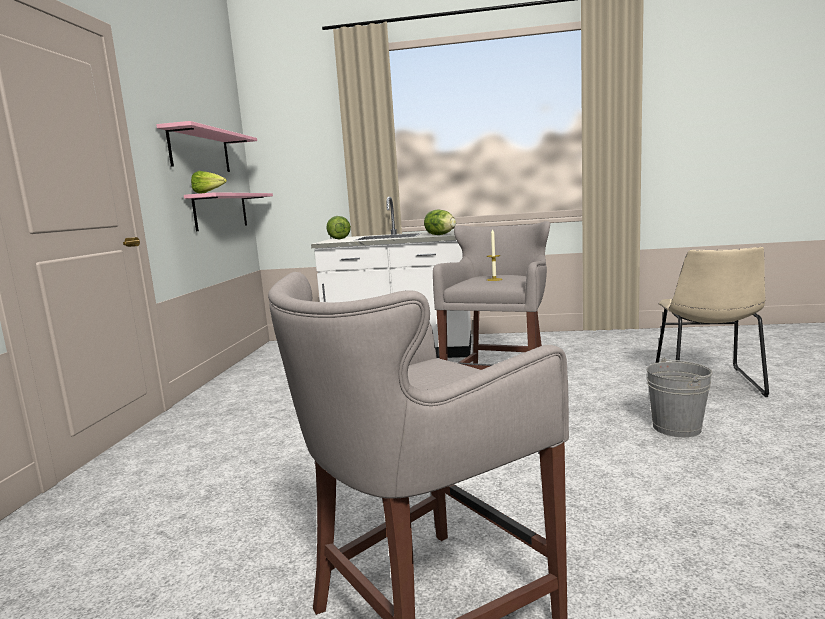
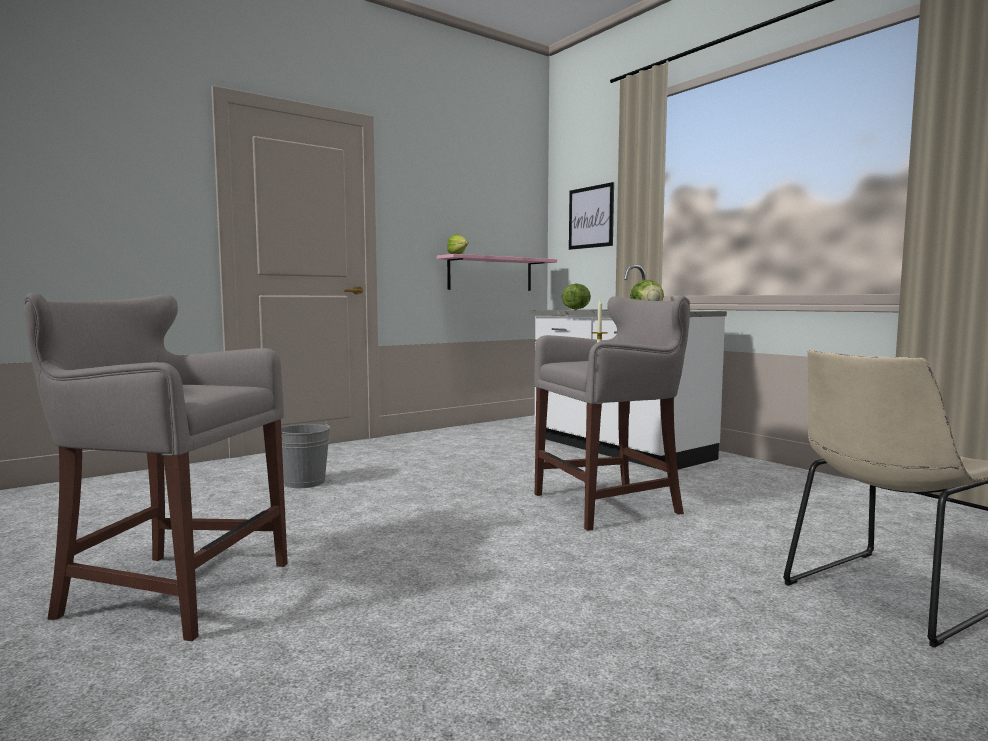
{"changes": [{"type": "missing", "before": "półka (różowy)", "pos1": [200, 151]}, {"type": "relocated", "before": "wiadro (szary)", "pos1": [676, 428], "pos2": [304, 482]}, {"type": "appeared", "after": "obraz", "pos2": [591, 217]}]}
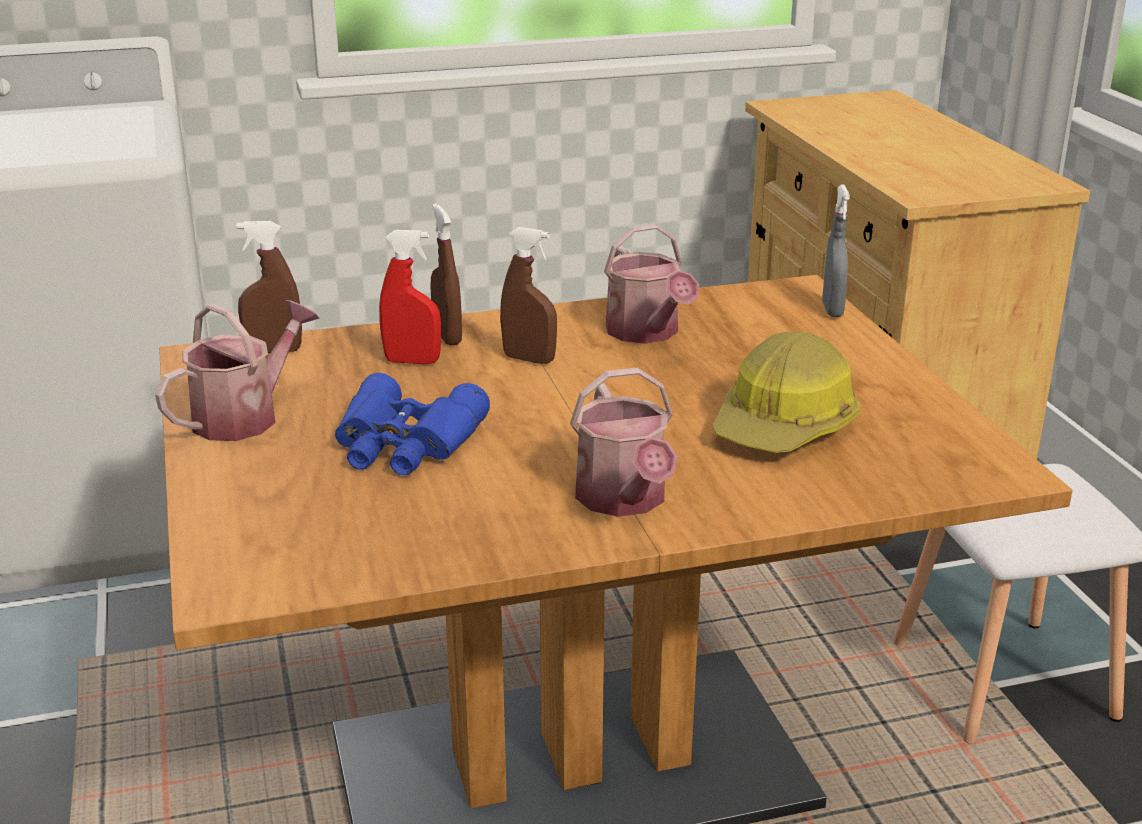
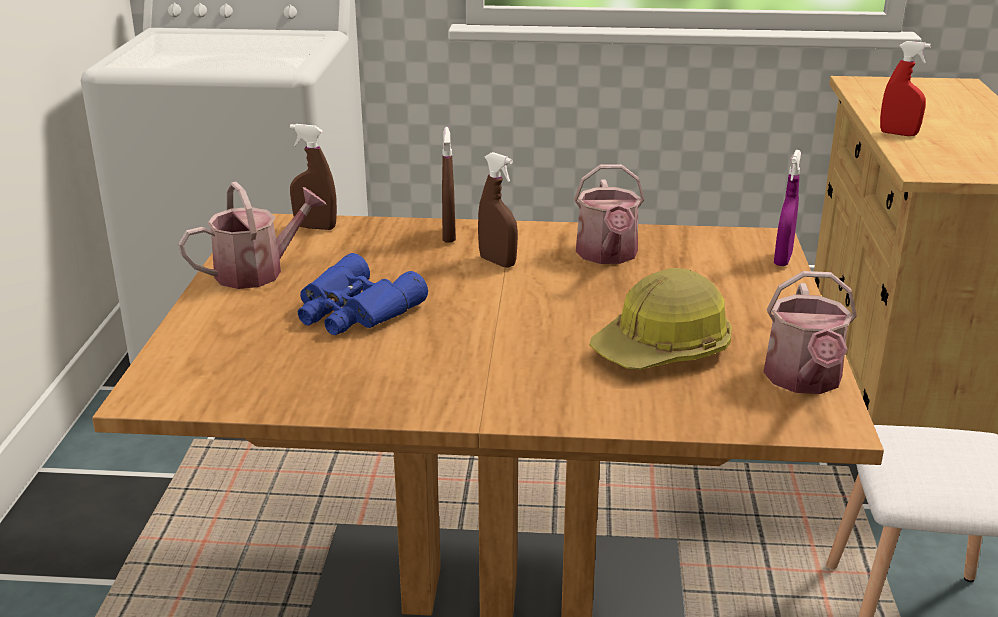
{"changes": [{"type": "colour", "before": "spryskiwacz (szary)", "after": "spryskiwacz (fioletowy)", "pos1": [832, 310], "pos2": [782, 259]}, {"type": "relocated", "before": "spryskiwacz (czerwony)", "pos1": [412, 361], "pos2": [898, 134]}, {"type": "relocated", "before": "konewka", "pos1": [624, 500], "pos2": [804, 381]}]}
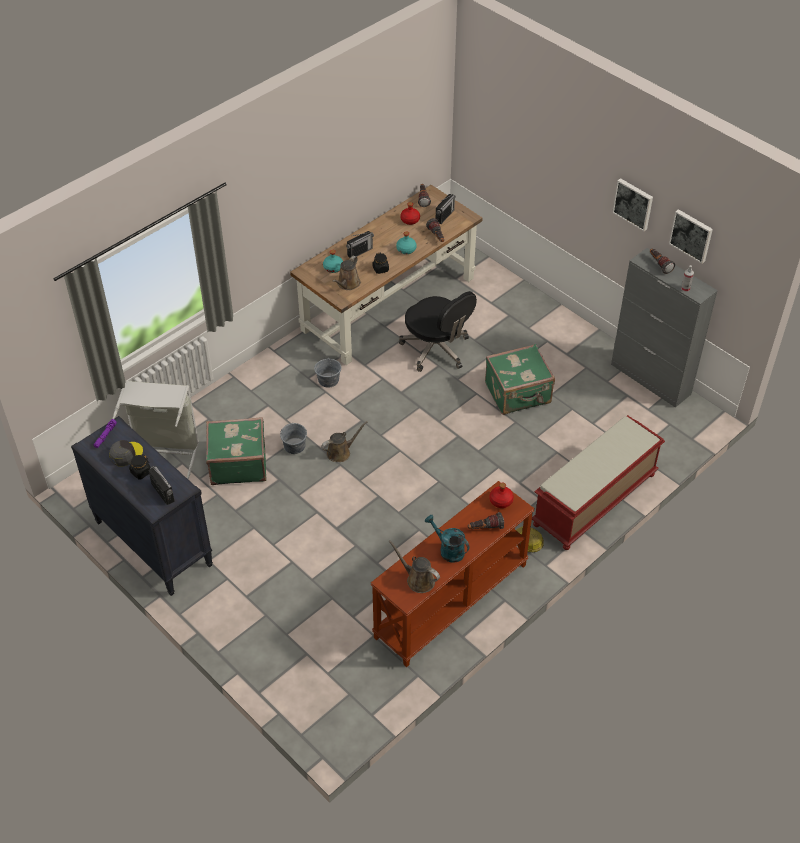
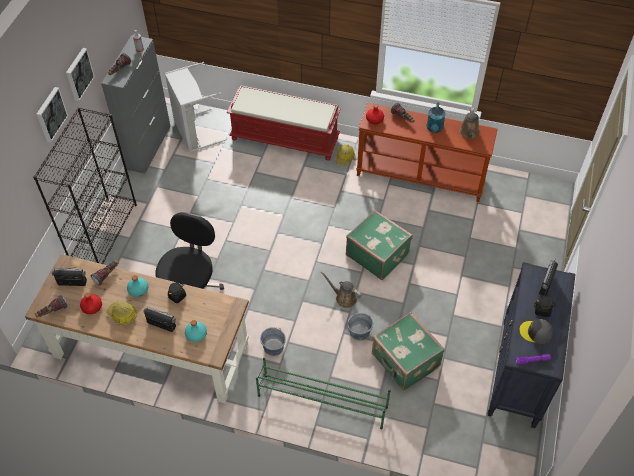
{"changes": [{"type": "relocated", "before": "obraz", "pos1": [691, 235], "pos2": [50, 114]}, {"type": "missing", "before": "konewka (brązowy)", "pos1": [347, 284]}, {"type": "relocated", "before": "walizka (zielony)", "pos1": [518, 394], "pos2": [377, 254]}, {"type": "relocated", "before": "kosz na pranie (szary)", "pos1": [164, 453], "pos2": [194, 132]}, {"type": "appeared", "after": "regał (czarny)", "pos2": [104, 233]}, {"type": "appeared", "after": "kask", "pos2": [122, 315]}, {"type": "appeared", "after": "regał na buty (zielony)", "pos2": [322, 401]}]}
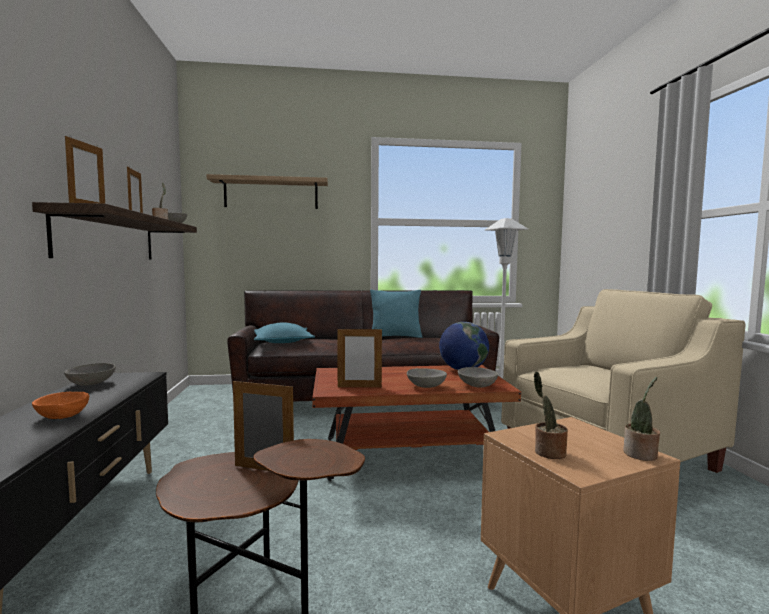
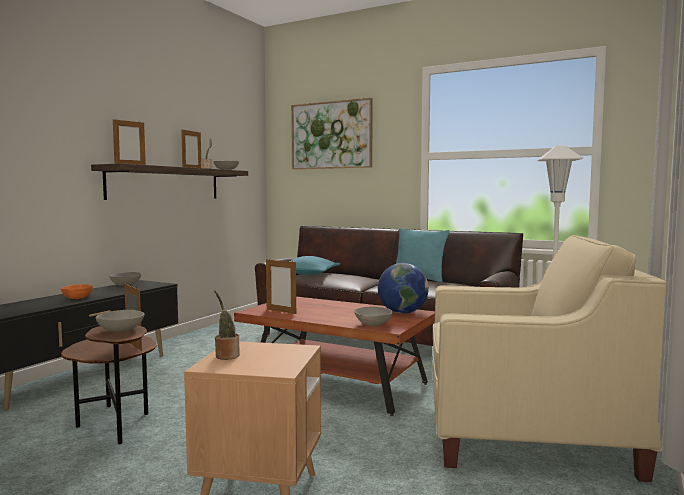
{"changes": [{"type": "exchanged", "before": "półka", "after": "obraz", "pos1": [271, 194], "pos2": [331, 135]}, {"type": "relocated", "before": "miska (szary)", "pos1": [426, 387], "pos2": [120, 331]}, {"type": "missing", "before": "roślina doniczkowa", "pos1": [641, 455]}]}
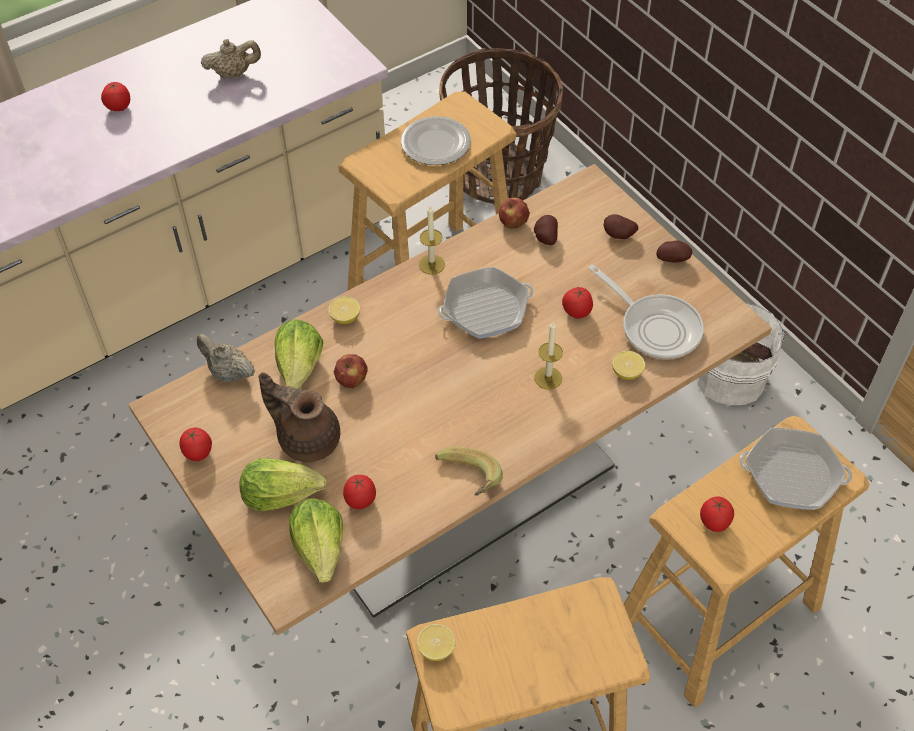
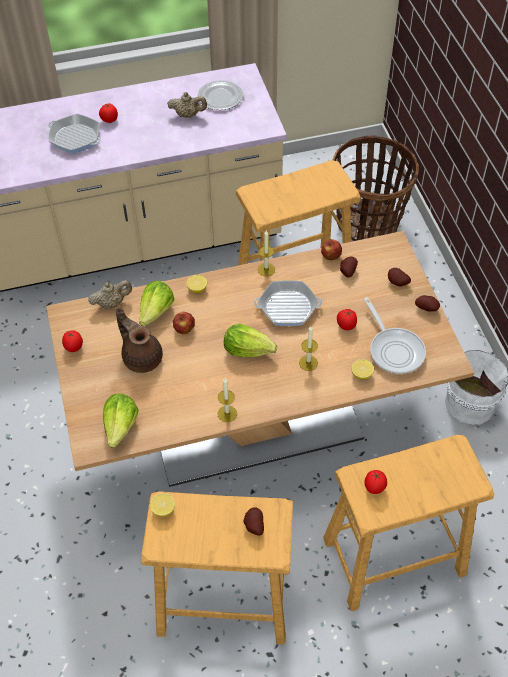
{"changes": [{"type": "relocated", "before": "talerz", "pos1": [435, 143], "pos2": [220, 97]}, {"type": "spun", "before": "imbryk (beżowy)", "pos1": [228, 373], "pos2": [112, 303], "turn": 105}, {"type": "relocated", "before": "patelnia", "pos1": [792, 474], "pos2": [75, 138]}, {"type": "exchanged", "before": "banan", "after": "świeca", "pos1": [466, 482], "pos2": [227, 413]}, {"type": "relocated", "before": "sałata", "pos1": [281, 494], "pos2": [248, 349]}, {"type": "missing", "before": "pomidor", "pos1": [360, 501]}, {"type": "appeared", "after": "ziemniak", "pos2": [253, 526]}]}
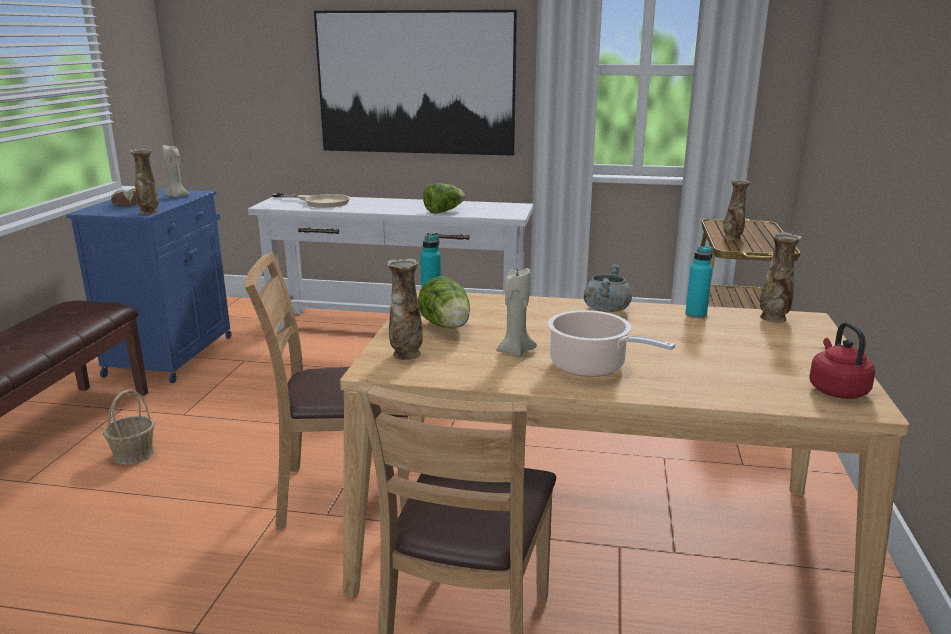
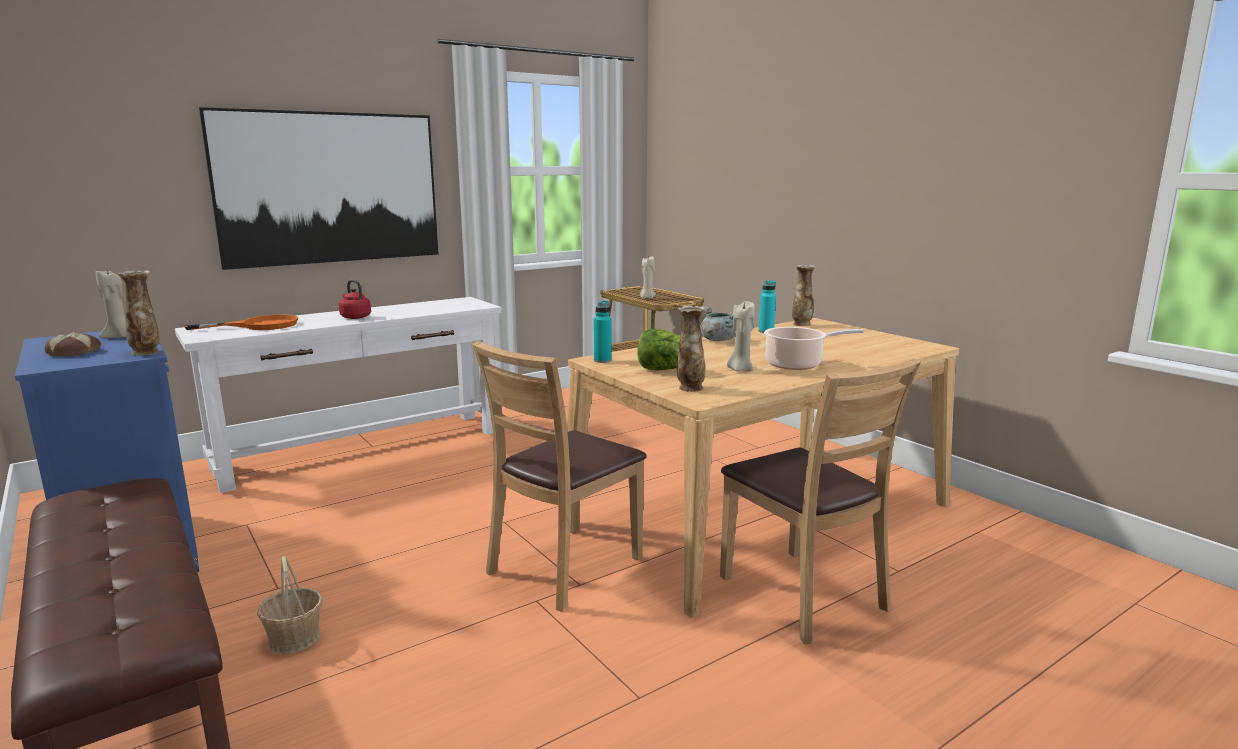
{"changes": [{"type": "exchanged", "before": "wazon", "after": "świeca (beżowy)", "pos1": [732, 238], "pos2": [647, 298]}, {"type": "missing", "before": "sałata", "pos1": [443, 211]}, {"type": "colour", "before": "patelnia (beżowy)", "after": "patelnia (pomarańczowy)", "pos1": [320, 202], "pos2": [259, 326]}, {"type": "relocated", "before": "czajnik (czerwony)", "pos1": [836, 389], "pos2": [355, 317]}]}
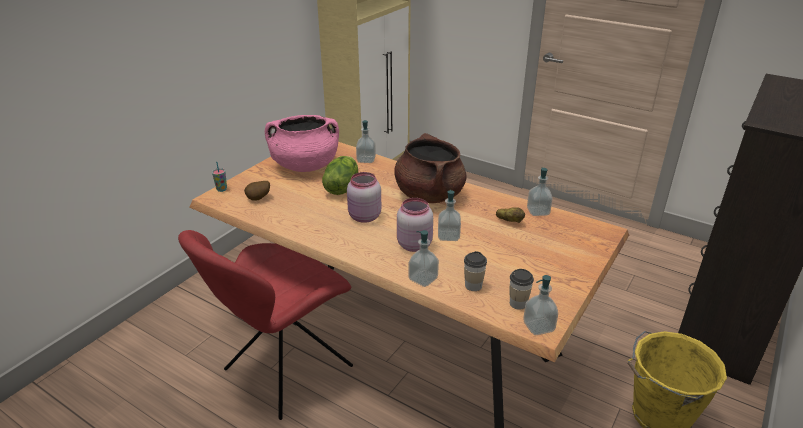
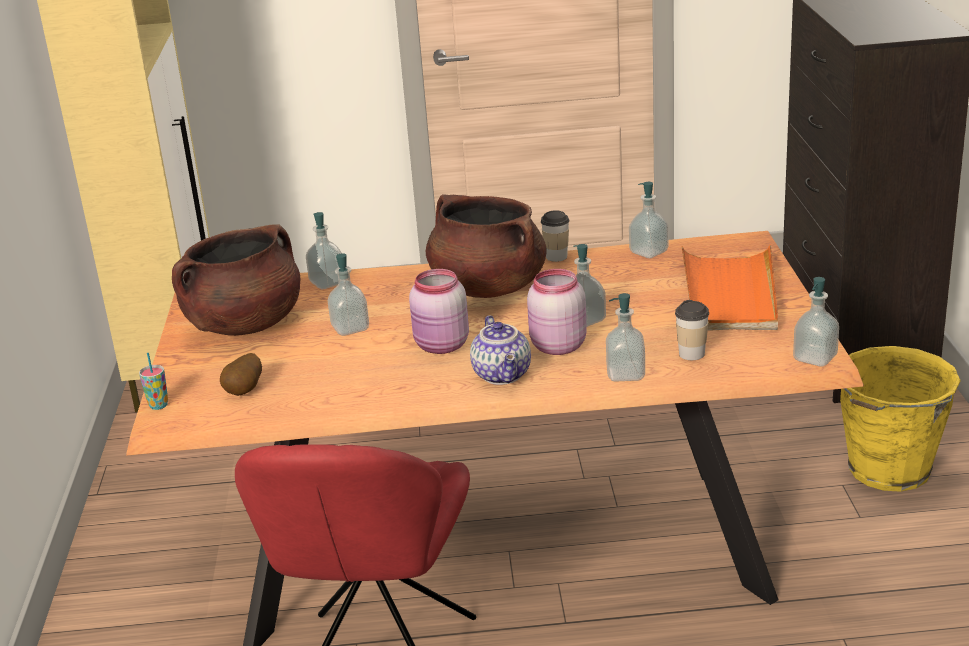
{"changes": [{"type": "colour", "before": "garnek (różowy)", "after": "garnek (brązowy)", "pos1": [305, 166], "pos2": [245, 325]}, {"type": "exchanged", "before": "sałata", "after": "dozownik mydła", "pos1": [341, 188], "pos2": [350, 328]}, {"type": "missing", "before": "ziemniak", "pos1": [509, 221]}, {"type": "relocated", "before": "filiżanka", "pos1": [518, 303], "pos2": [556, 257]}, {"type": "appeared", "after": "taca (pomarańczowy)", "pos2": [730, 294]}, {"type": "appeared", "after": "imbryk", "pos2": [503, 375]}]}
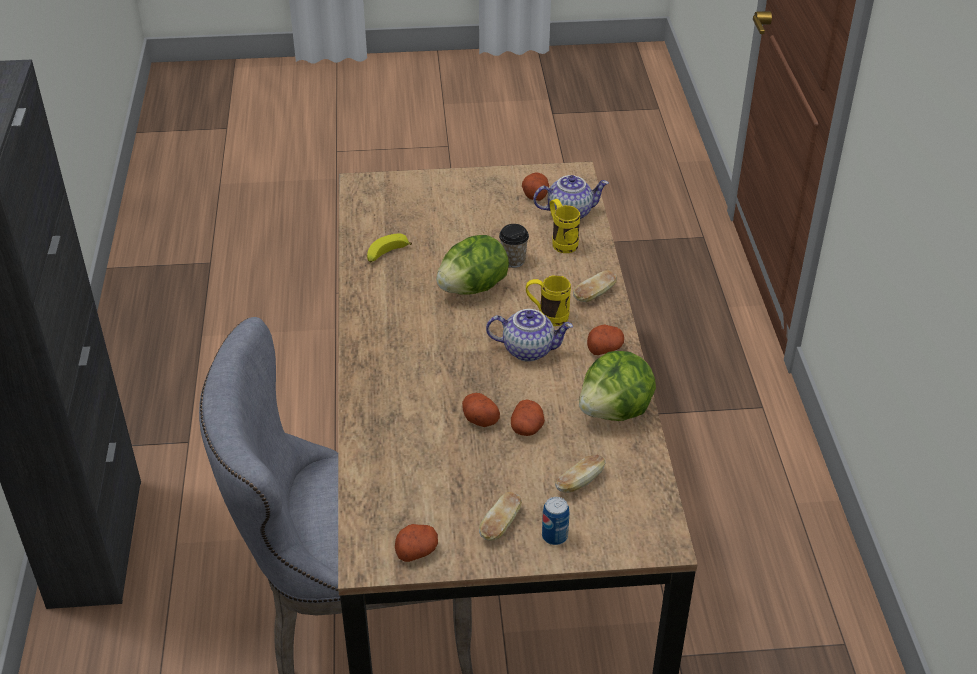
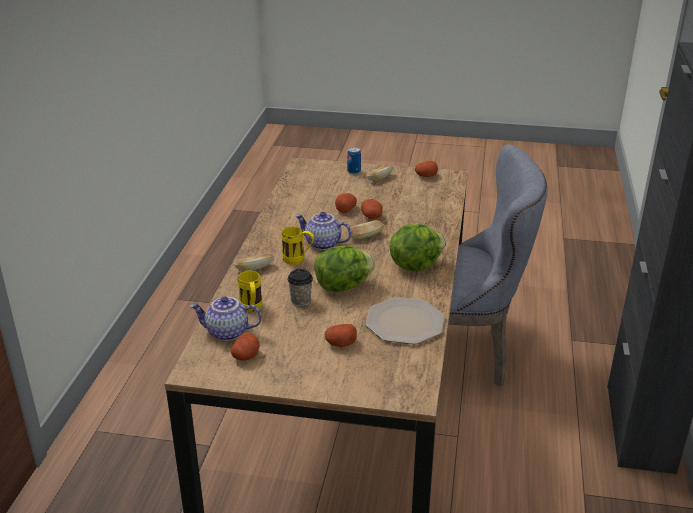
{"changes": [{"type": "exchanged", "before": "banan", "after": "talerz", "pos1": [386, 255], "pos2": [405, 322]}, {"type": "relocated", "before": "ziemniak", "pos1": [604, 348], "pos2": [340, 343]}, {"type": "relocated", "before": "sałata", "pos1": [616, 411], "pos2": [415, 265]}, {"type": "relocated", "before": "chleb", "pos1": [579, 482], "pos2": [366, 236]}]}
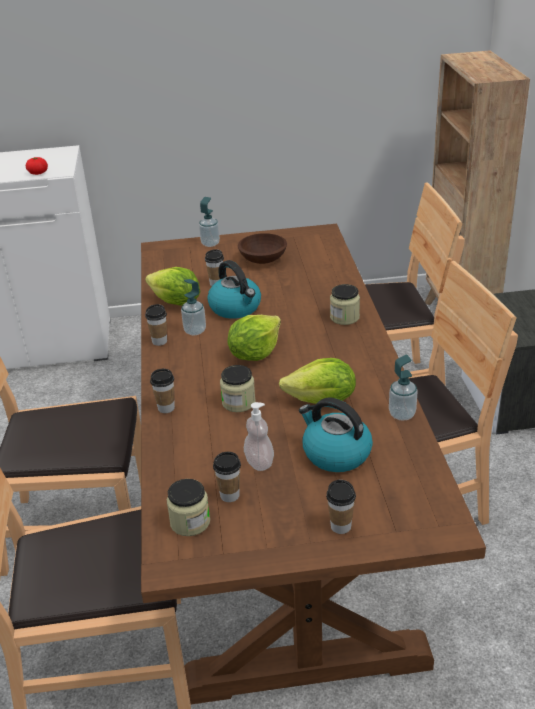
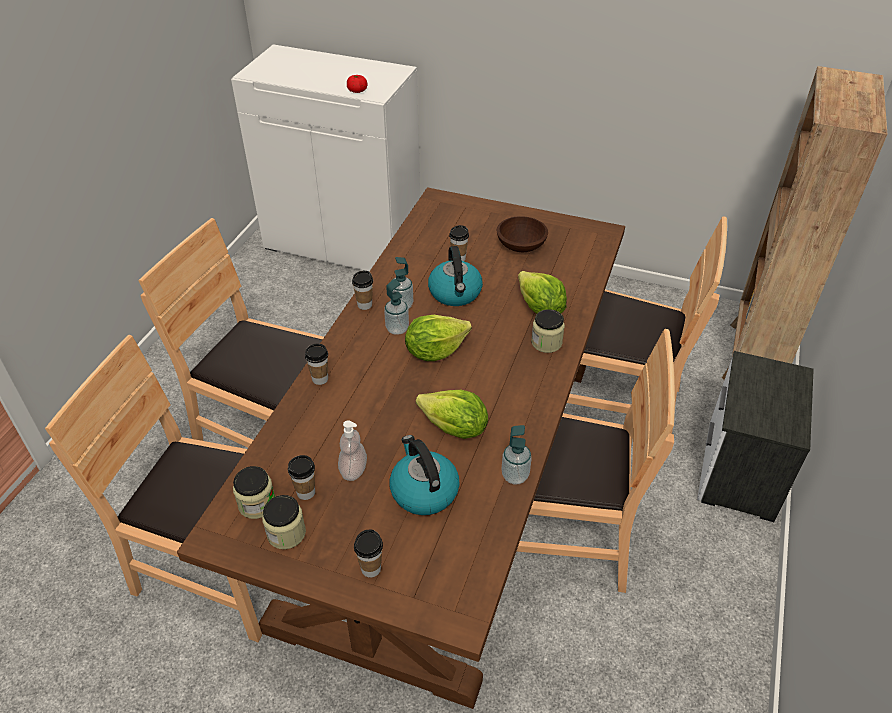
{"changes": [{"type": "relocated", "before": "dozownik mydła", "pos1": [210, 243], "pos2": [397, 329]}, {"type": "relocated", "before": "sałata", "pos1": [176, 303], "pos2": [540, 309]}, {"type": "relocated", "before": "słoik", "pos1": [238, 402], "pos2": [286, 533]}]}
